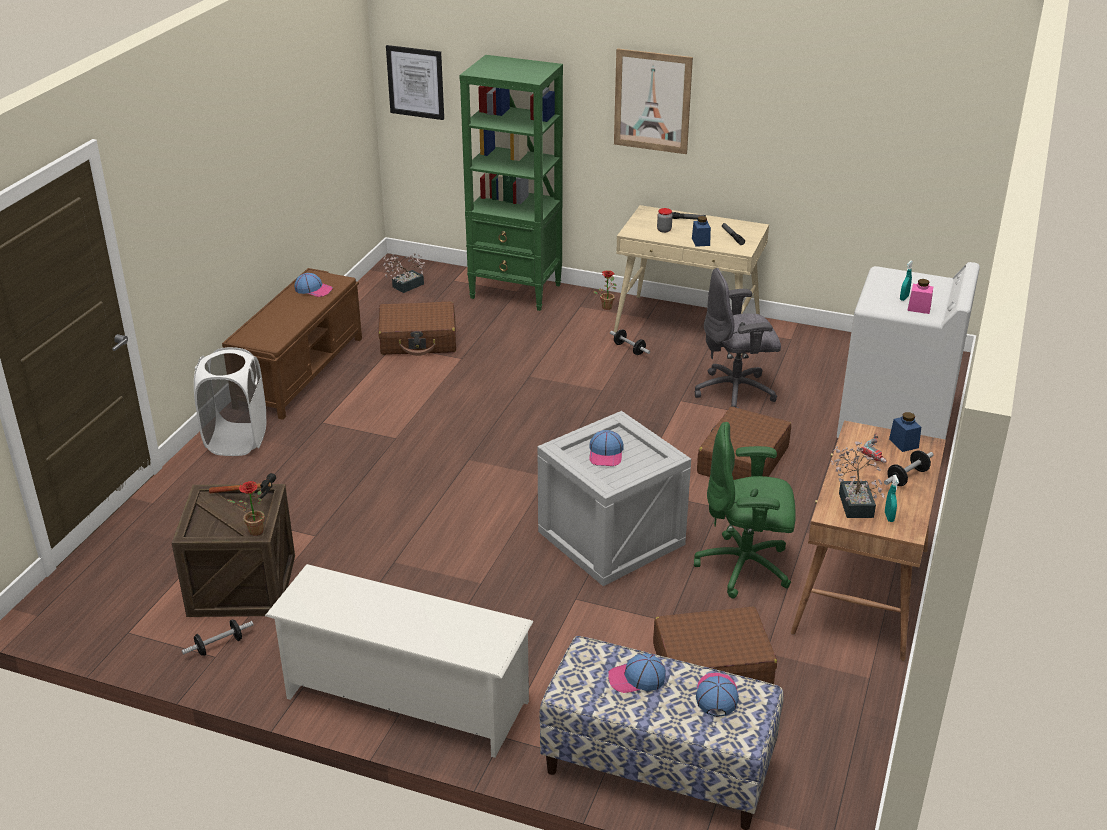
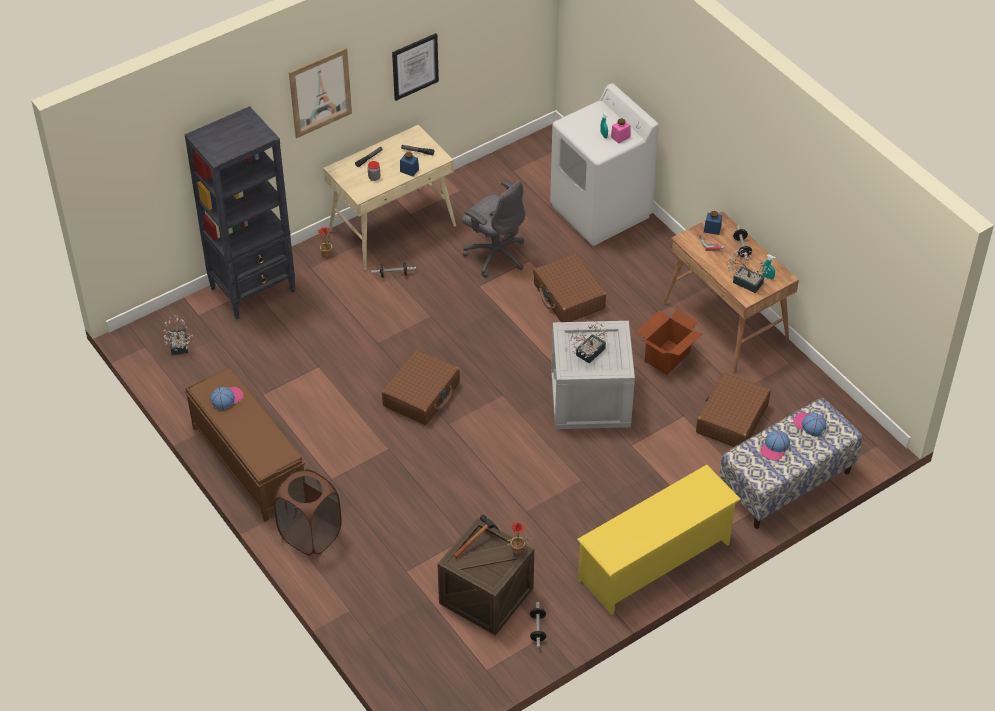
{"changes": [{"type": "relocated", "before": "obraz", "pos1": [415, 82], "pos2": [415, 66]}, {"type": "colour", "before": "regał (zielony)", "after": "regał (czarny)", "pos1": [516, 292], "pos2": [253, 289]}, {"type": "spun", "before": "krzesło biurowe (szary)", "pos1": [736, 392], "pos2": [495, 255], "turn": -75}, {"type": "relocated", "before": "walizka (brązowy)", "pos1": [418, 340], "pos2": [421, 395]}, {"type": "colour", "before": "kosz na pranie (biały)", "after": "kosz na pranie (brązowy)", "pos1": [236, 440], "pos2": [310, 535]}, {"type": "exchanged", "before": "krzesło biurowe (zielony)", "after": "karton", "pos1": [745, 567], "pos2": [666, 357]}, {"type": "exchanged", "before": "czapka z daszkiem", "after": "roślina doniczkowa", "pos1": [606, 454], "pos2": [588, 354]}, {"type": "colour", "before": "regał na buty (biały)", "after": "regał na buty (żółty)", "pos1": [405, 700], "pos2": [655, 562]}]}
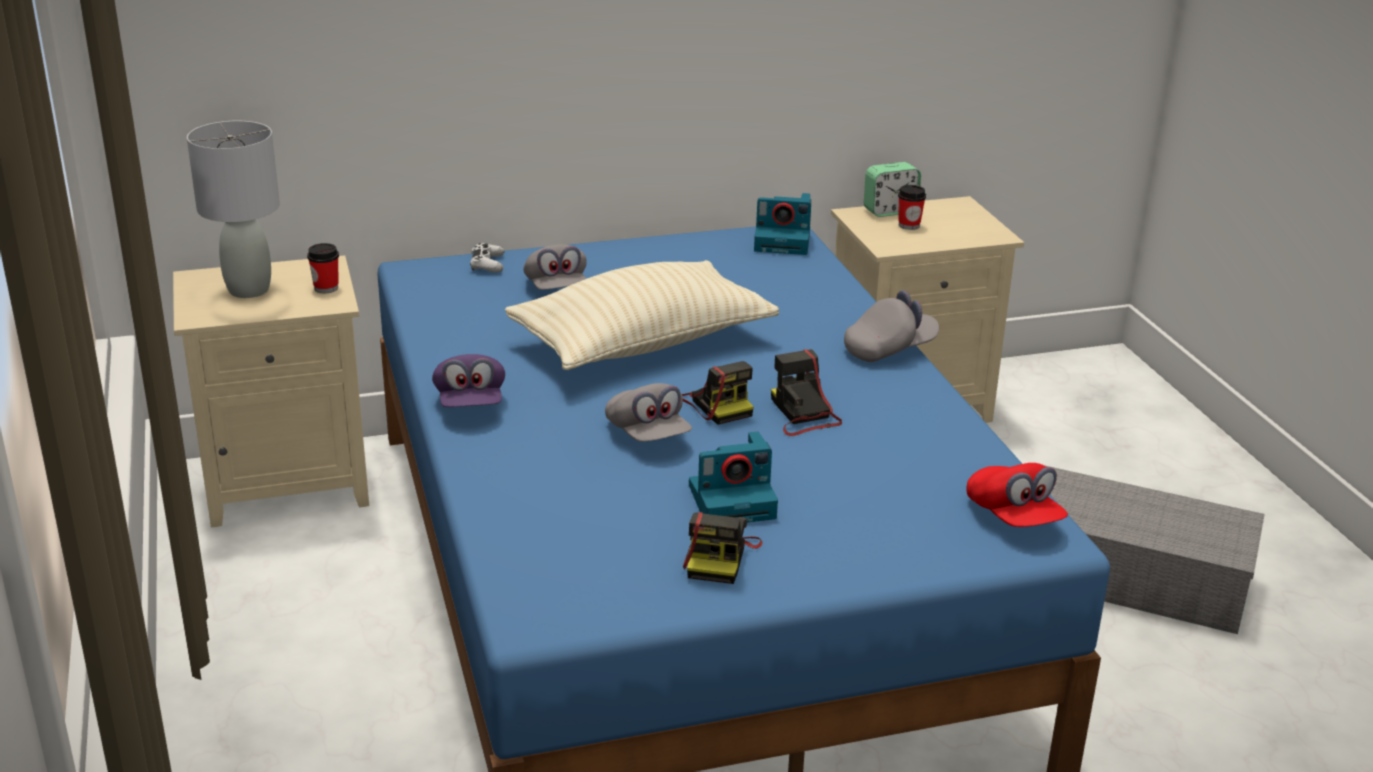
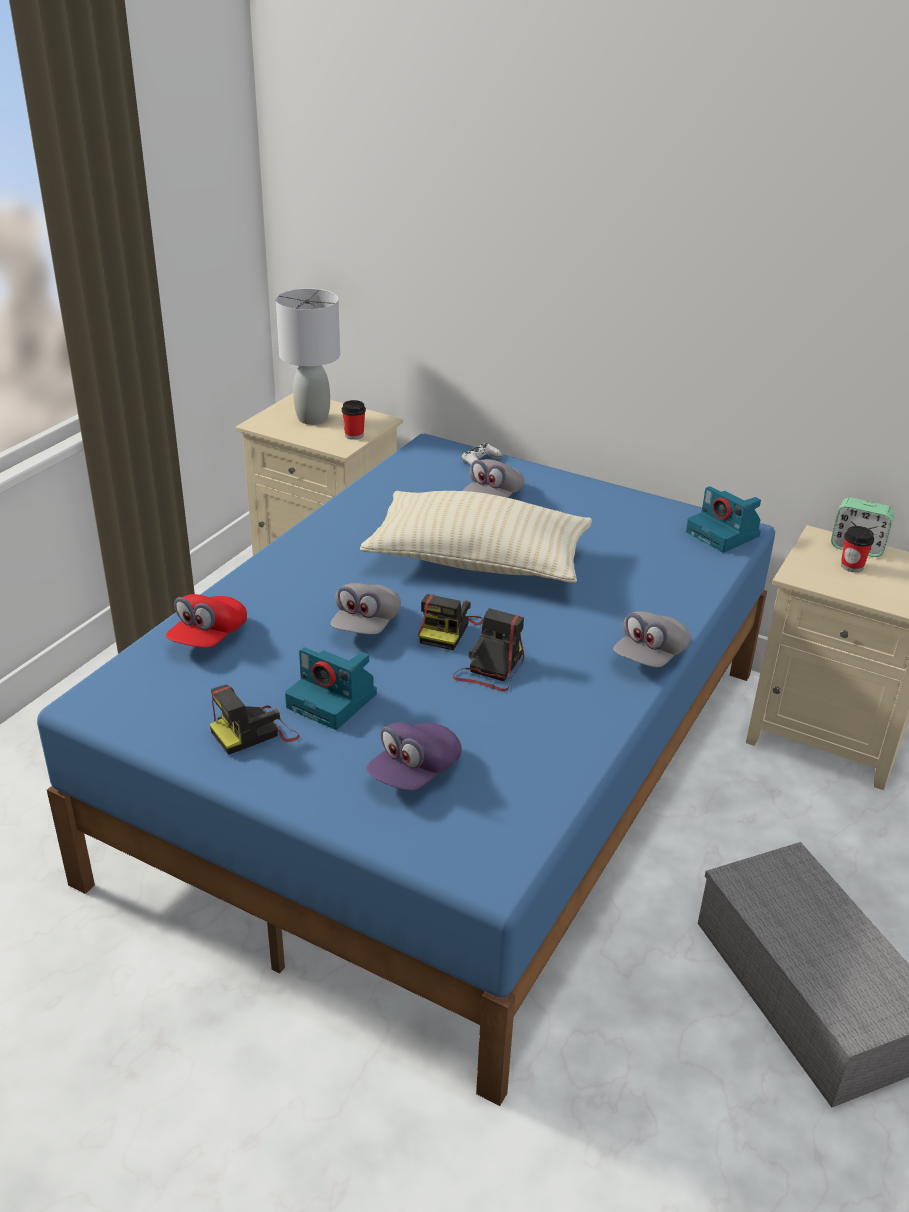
{"changes": [{"type": "spun", "before": "czapka z daszkiem (szary)", "pos1": [889, 349], "pos2": [650, 656], "turn": 105}, {"type": "relocated", "before": "czapka z daszkiem (fioletowy)", "pos1": [470, 403], "pos2": [414, 772]}, {"type": "relocated", "before": "czapka z daszkiem (czerwony)", "pos1": [1013, 517], "pos2": [208, 638]}]}
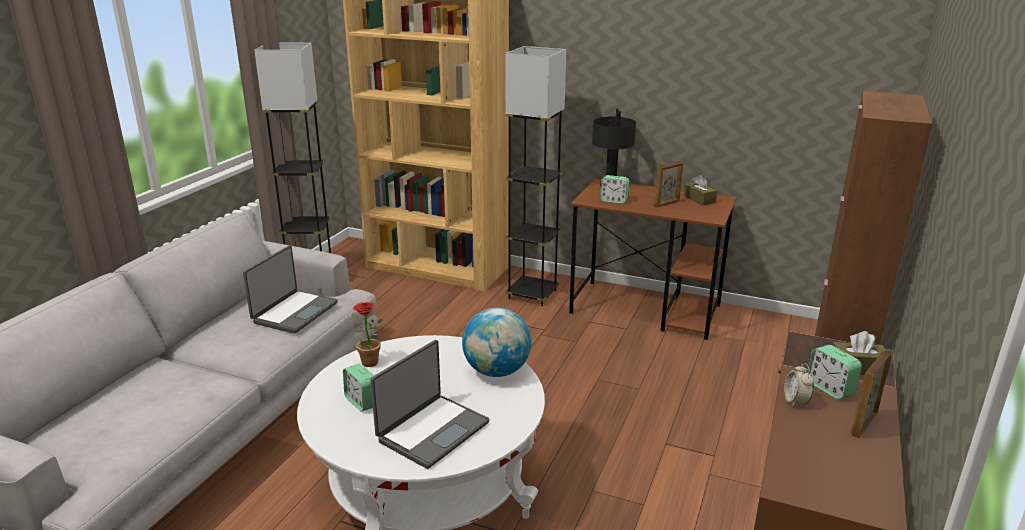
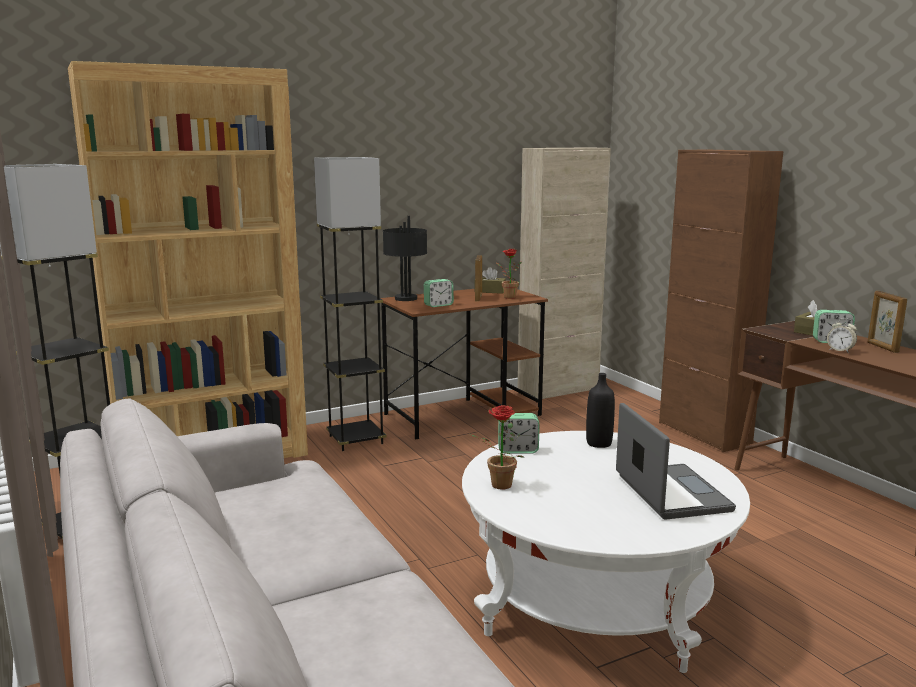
{"changes": [{"type": "missing", "before": "laptop", "pos1": [294, 312]}, {"type": "exchanged", "before": "globus", "after": "butelka (czarny)", "pos1": [496, 371], "pos2": [599, 443]}, {"type": "relocated", "before": "budzik", "pos1": [362, 402], "pos2": [518, 450]}, {"type": "appeared", "after": "szafka (beżowy)", "pos2": [558, 390]}, {"type": "appeared", "after": "roślina doniczkowa", "pos2": [507, 297]}]}
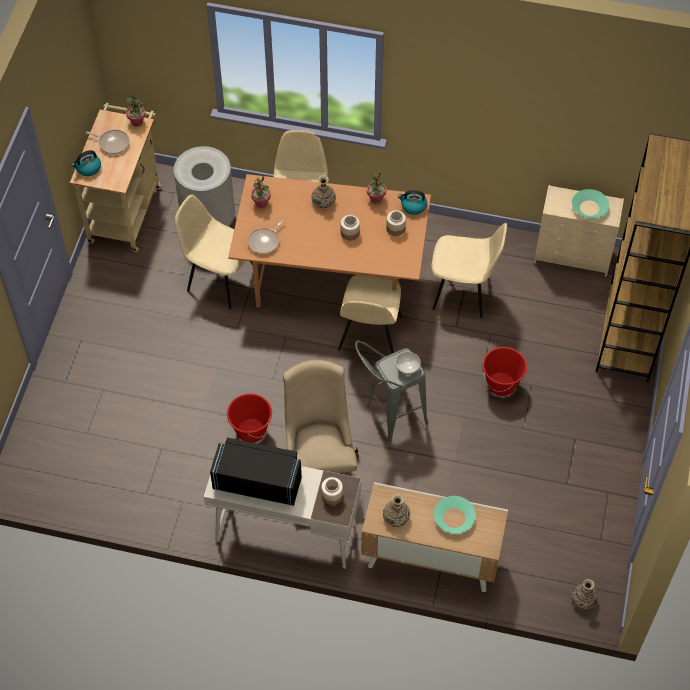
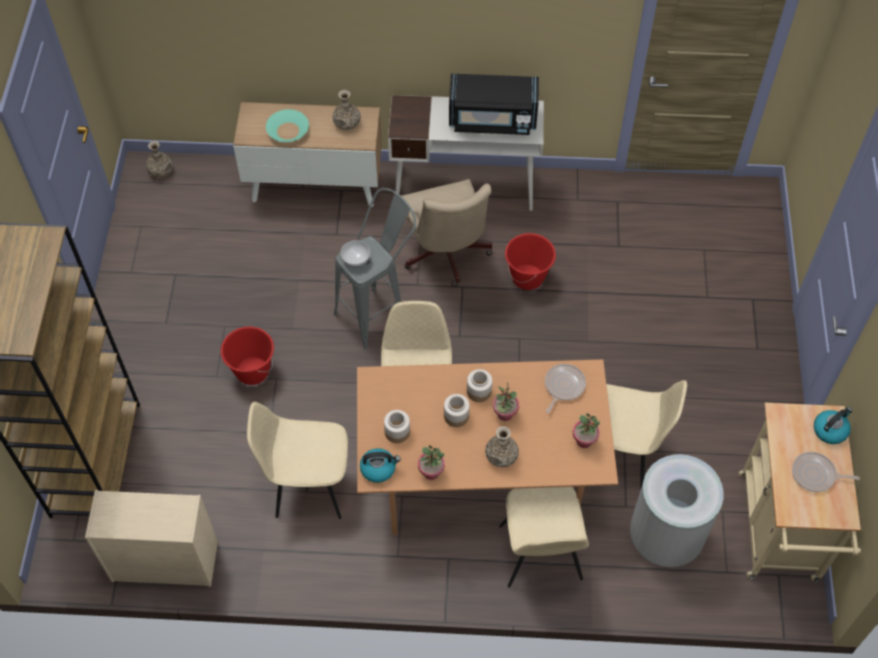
{"changes": [{"type": "relocated", "before": "roślina doniczkowa", "pos1": [137, 122], "pos2": [505, 414]}, {"type": "missing", "before": "miska (turkusowy)", "pos1": [589, 208]}, {"type": "relocated", "before": "słoik", "pos1": [332, 495], "pos2": [478, 391]}]}
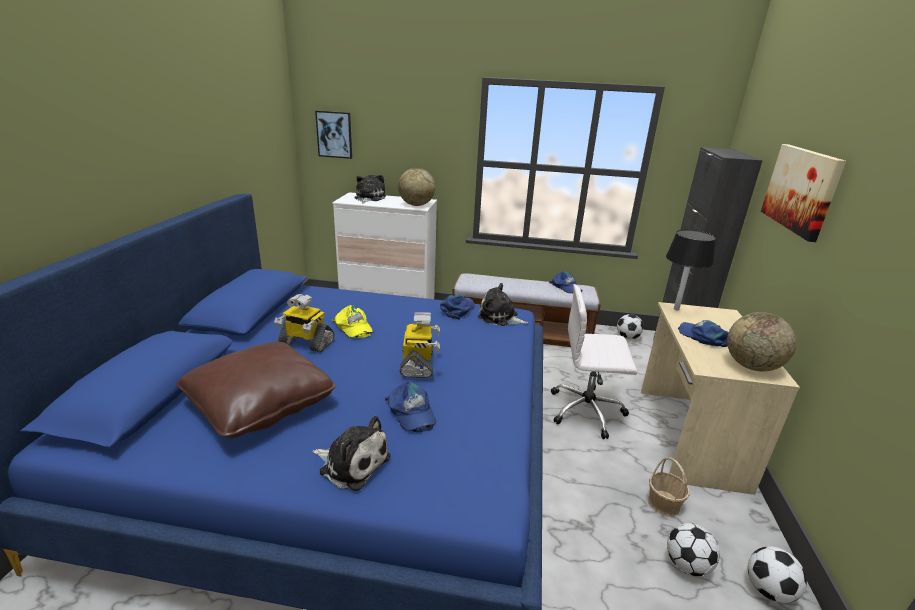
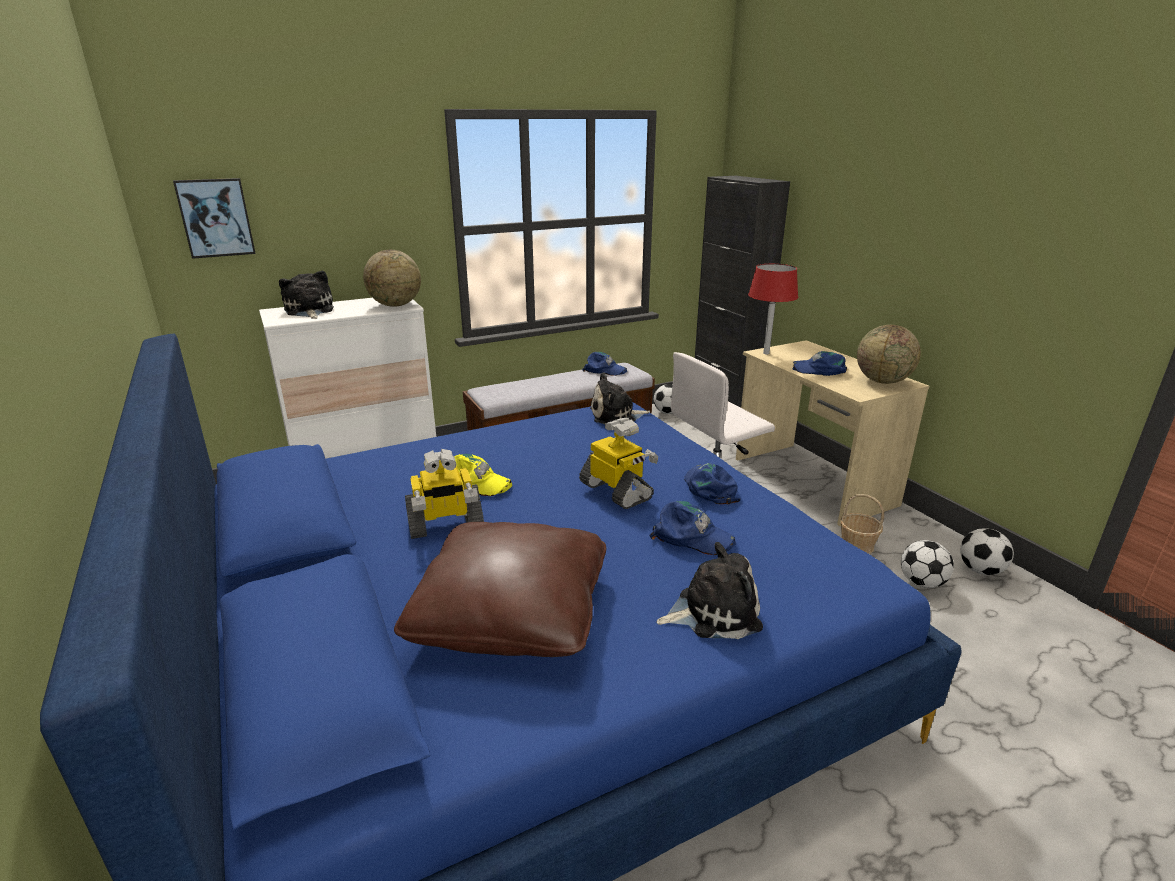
{"changes": [{"type": "missing", "before": "obraz", "pos1": [801, 189]}, {"type": "colour", "before": "lampa stołowa (czarny)", "after": "lampa stołowa (czerwony)", "pos1": [676, 309], "pos2": [766, 353]}, {"type": "relocated", "before": "czapka z daszkiem (niebieski)", "pos1": [457, 309], "pos2": [710, 488]}]}
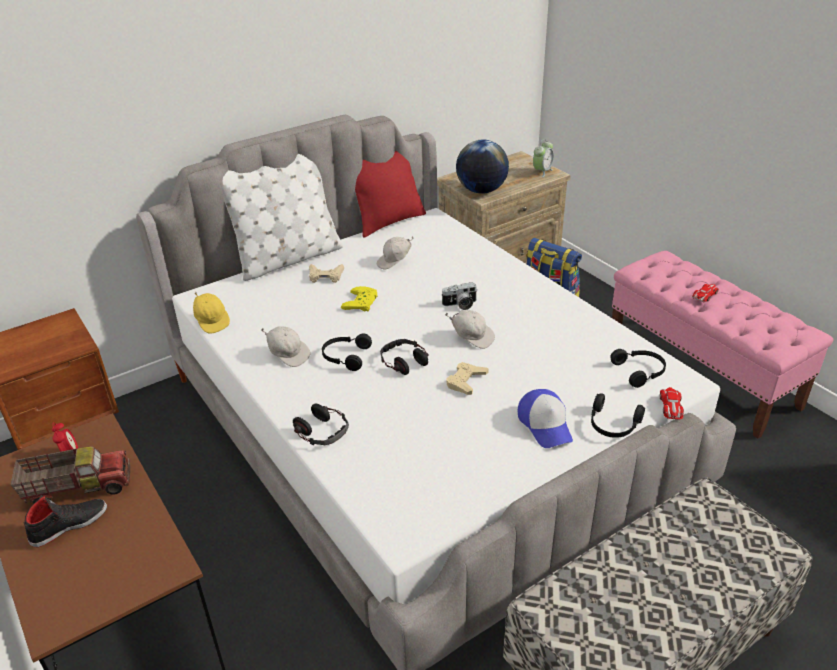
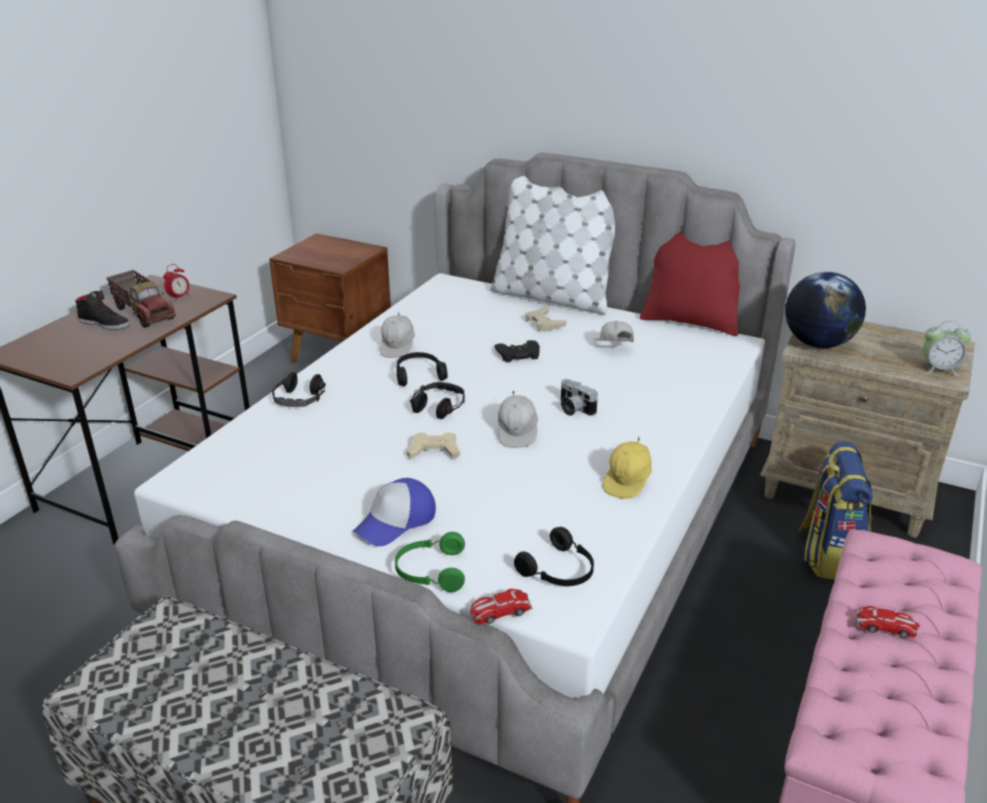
{"changes": [{"type": "spun", "before": "czapka z daszkiem (biały)", "pos1": [395, 262], "pos2": [613, 349], "turn": 45}, {"type": "colour", "before": "pad do gier (żółty)", "after": "pad do gier (czarny)", "pos1": [362, 302], "pos2": [518, 355]}, {"type": "relocated", "before": "czapka z daszkiem (żółty)", "pos1": [212, 321], "pos2": [628, 482]}, {"type": "colour", "before": "słuchawki (czarny)", "after": "słuchawki (zielony)", "pos1": [613, 425], "pos2": [430, 571]}]}
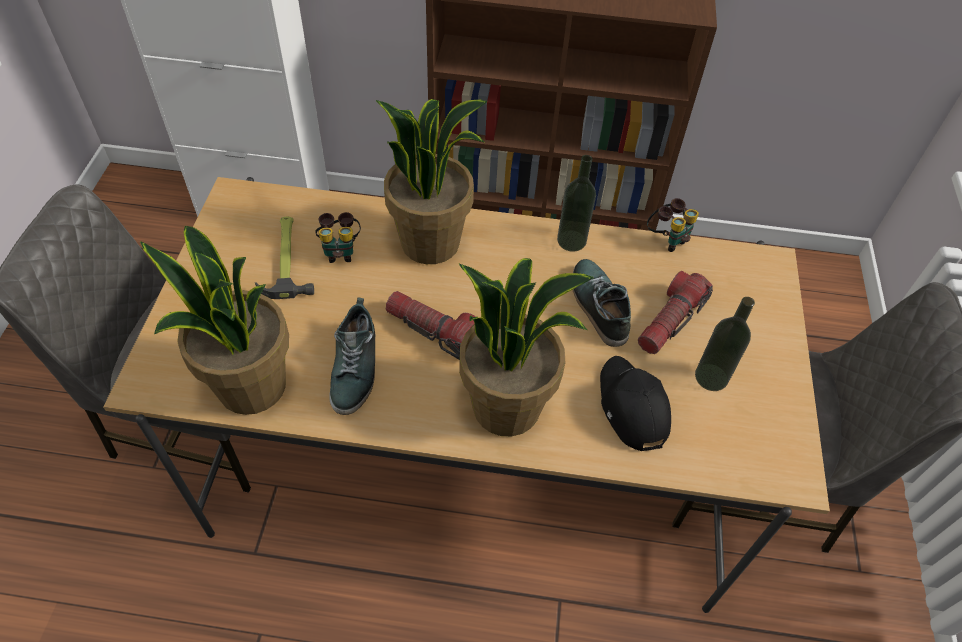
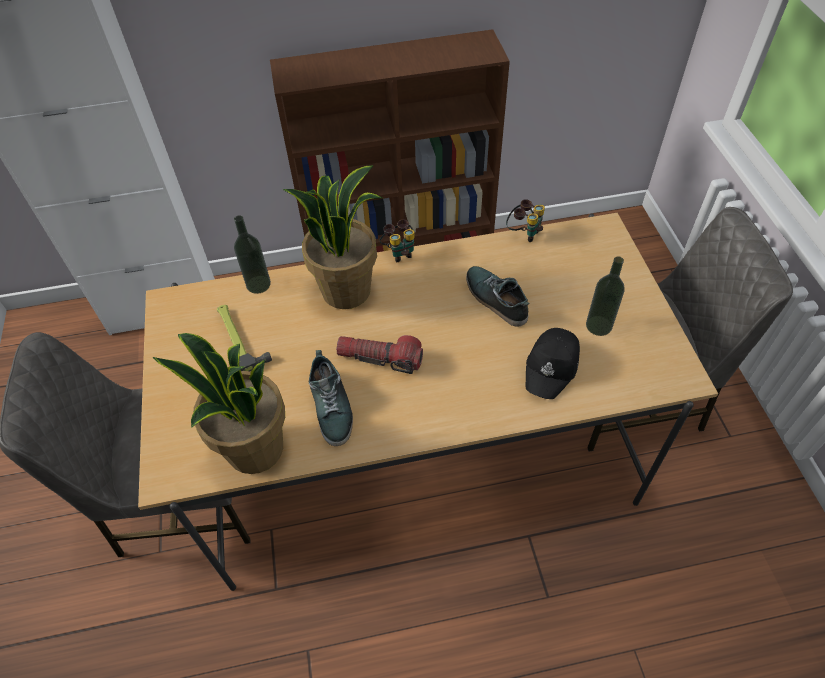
{"changes": [{"type": "relocated", "before": "butelka", "pos1": [571, 240], "pos2": [258, 284]}, {"type": "relocated", "before": "lornetka", "pos1": [340, 251], "pos2": [399, 252]}, {"type": "missing", "before": "roślina doniczkowa", "pos1": [507, 405]}, {"type": "missing", "before": "latarka", "pos1": [670, 321]}, {"type": "spun", "before": "czapka z daszkiem (czarny)", "pos1": [631, 407], "pos2": [552, 367], "turn": -120}]}
